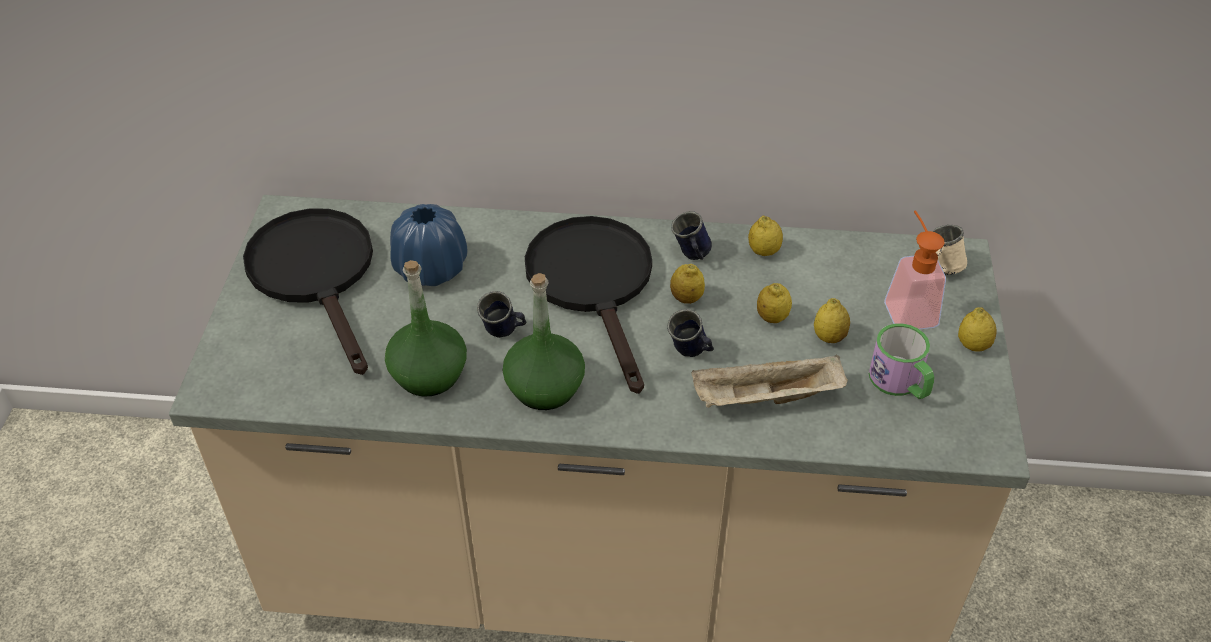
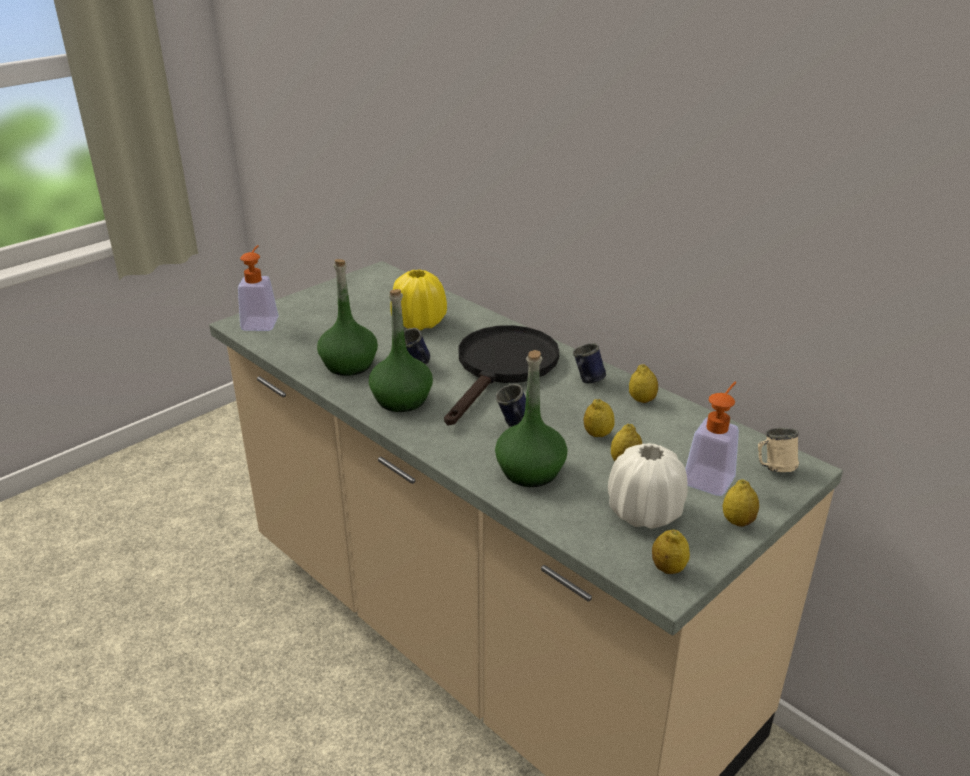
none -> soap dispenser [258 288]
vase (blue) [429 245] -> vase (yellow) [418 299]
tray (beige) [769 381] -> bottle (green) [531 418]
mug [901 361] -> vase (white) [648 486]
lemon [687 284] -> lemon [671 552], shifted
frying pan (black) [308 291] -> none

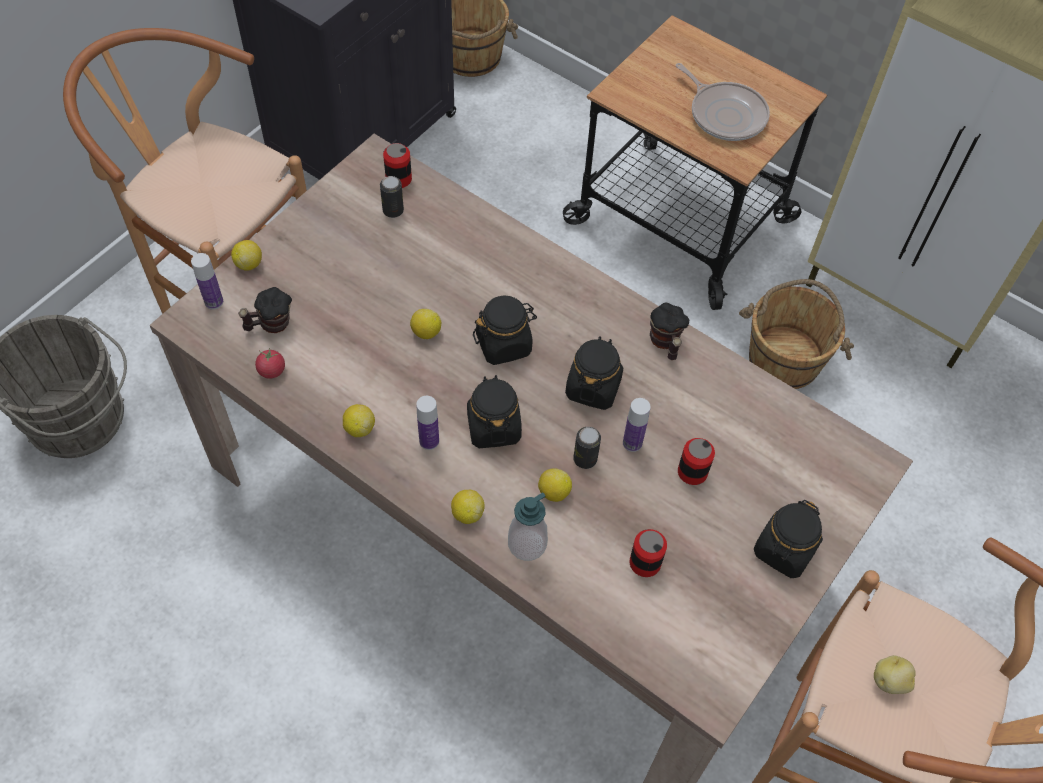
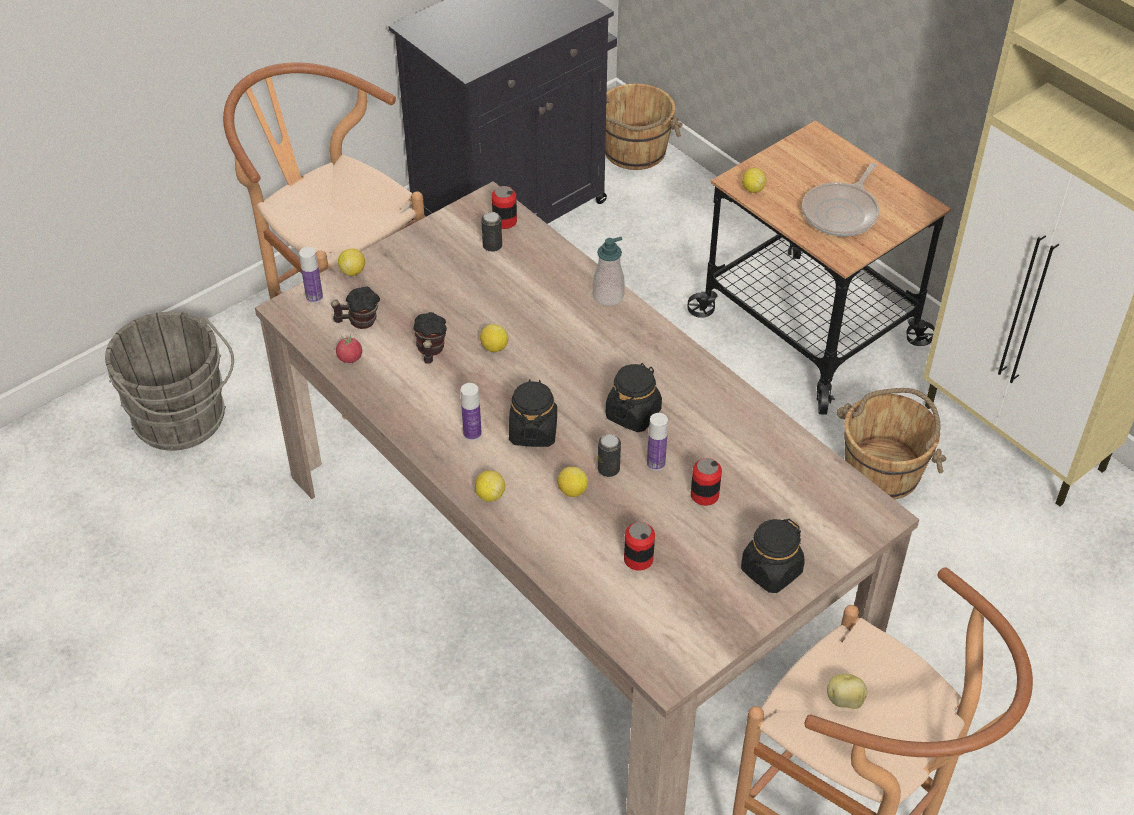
mug [669 331] -> mug [430 337], shifted
soap dispenser [528 526] -> soap dispenser [609 271], shifted
lemon [359 420] -> lemon [754 180], shifted
frying pan [723 102] -> frying pan [840 200], 60 degrees clockwise
jar (black) [505 330] -> none

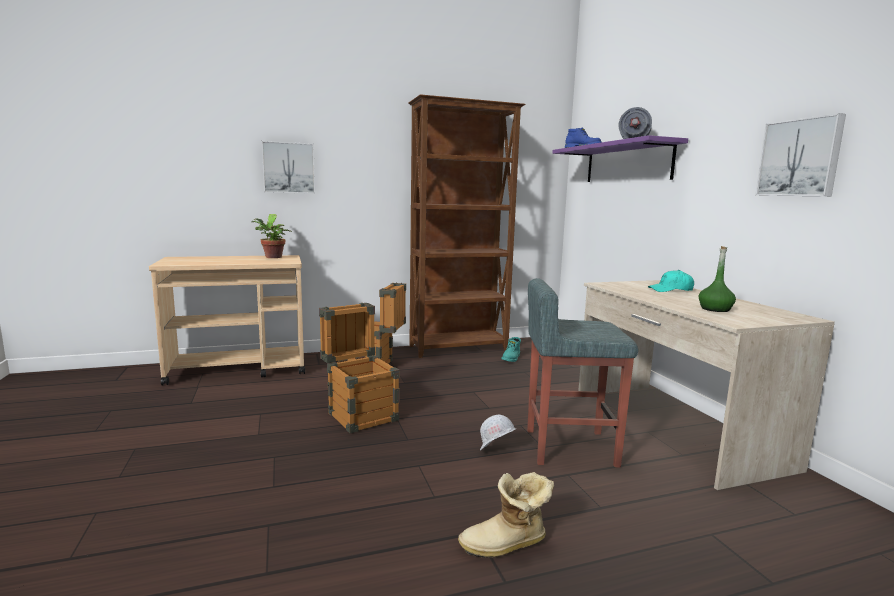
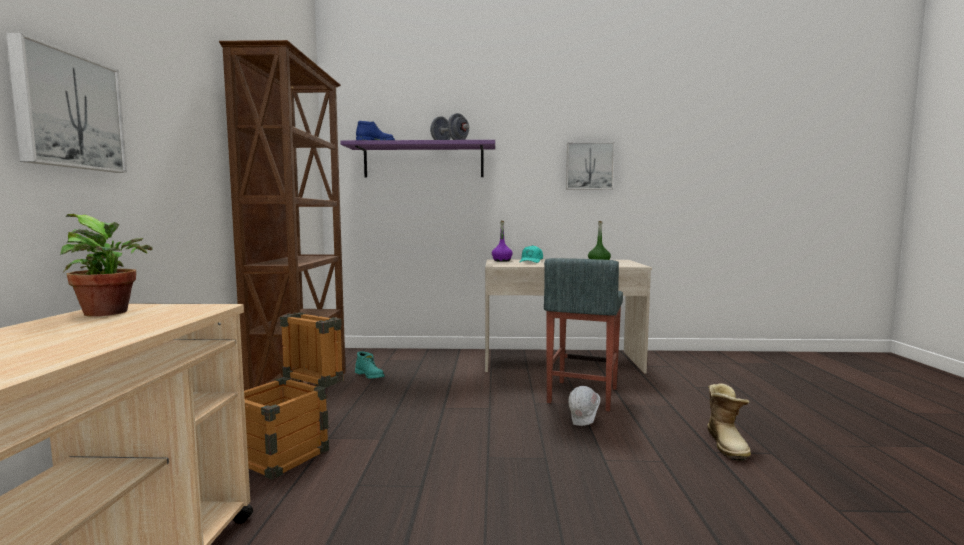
none -> bottle (purple) [502 241]
crate [359 368] -> none

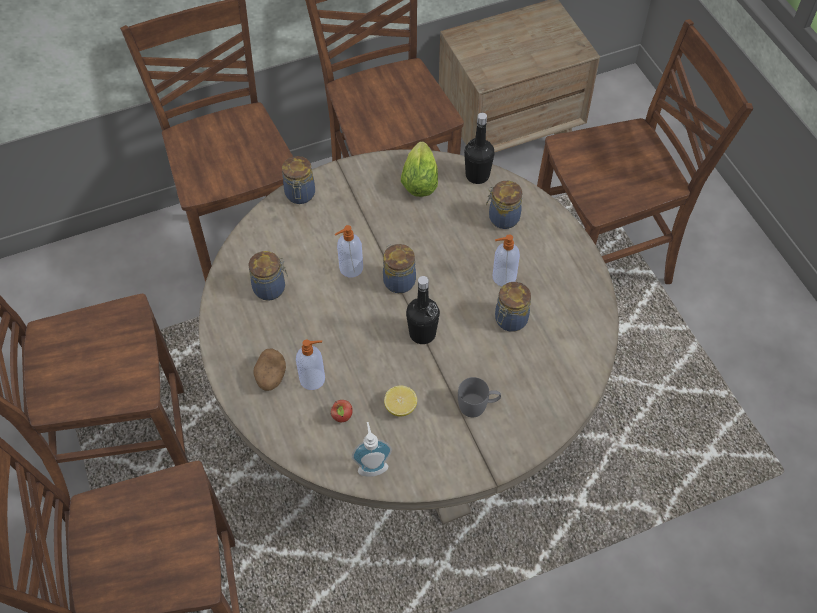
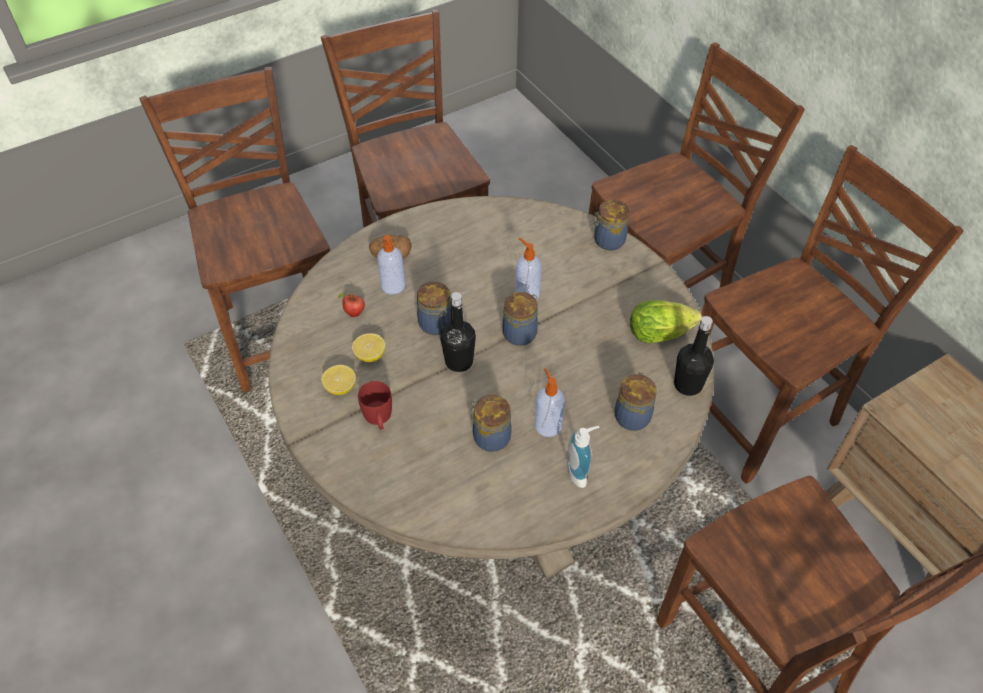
none -> lemon [338 380]
mug (grey) [479 397] -> mug (red) [375 405]
jar [268 276] -> jar [434 308], shifted
soap dispenser [372 449] -> soap dispenser [583 457], shifted

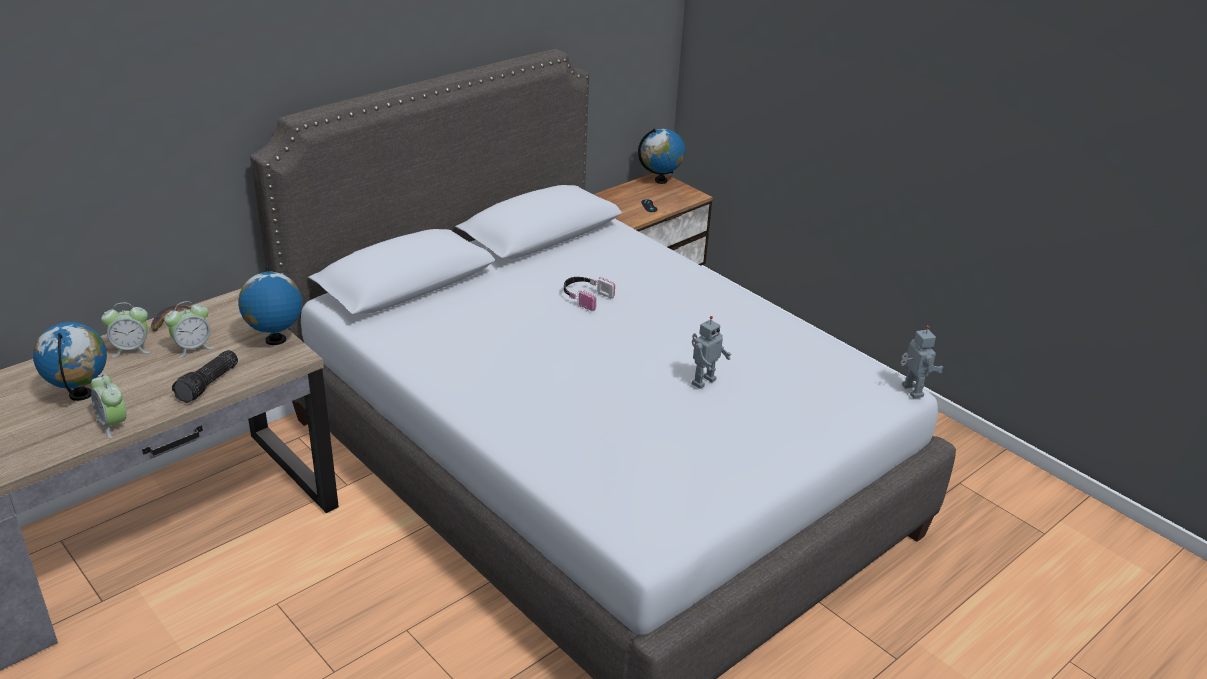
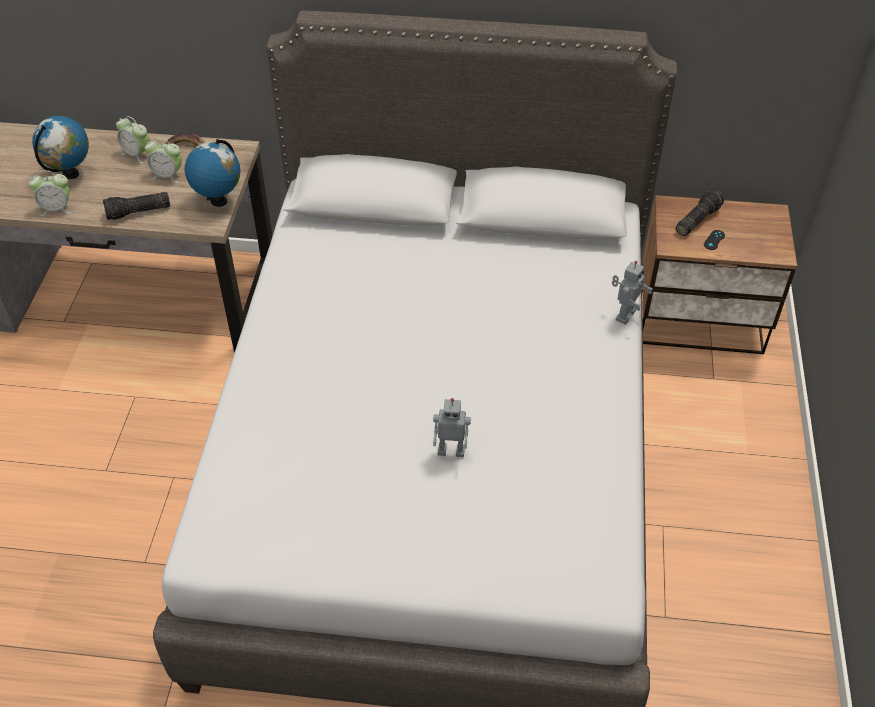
alarm clock [108 406] -> alarm clock [50 193], 105 degrees counterclockwise
toy robot [922 362] -> toy robot [632 293], shifted
none -> flashlight [700 212]
headphones [589 294] -> none
globe [661 156] -> none

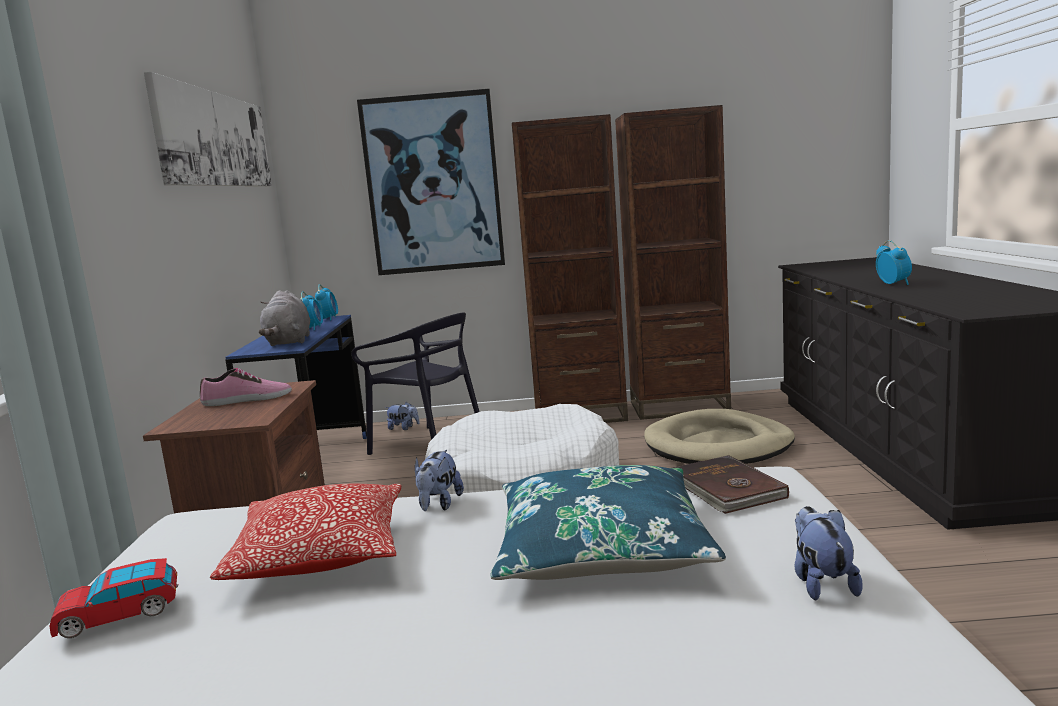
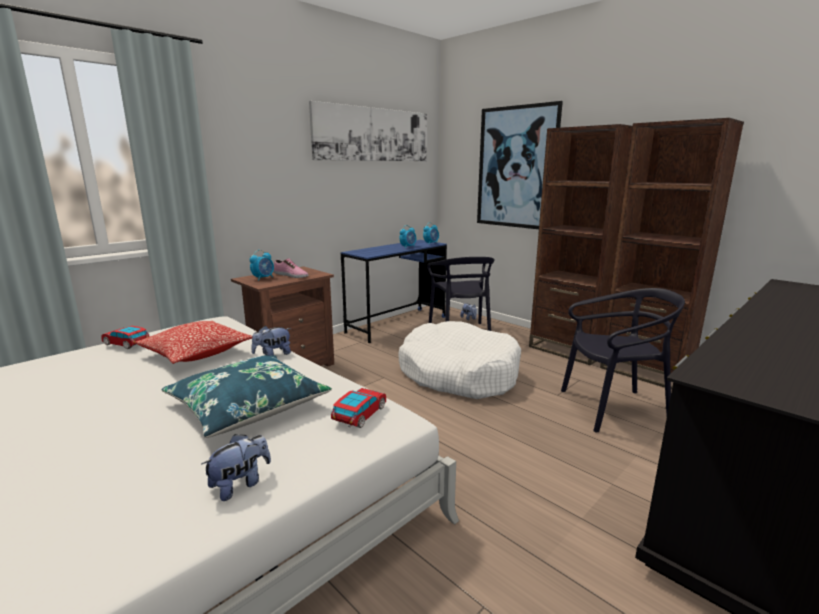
alarm clock [894 262] -> alarm clock [262 265], shifted
book (brown) [731 484] -> toy car [358 408]
dog bed (beige) [719 436] -> chair (black) [623 360]
plush toy (grey) [284 318] -> none

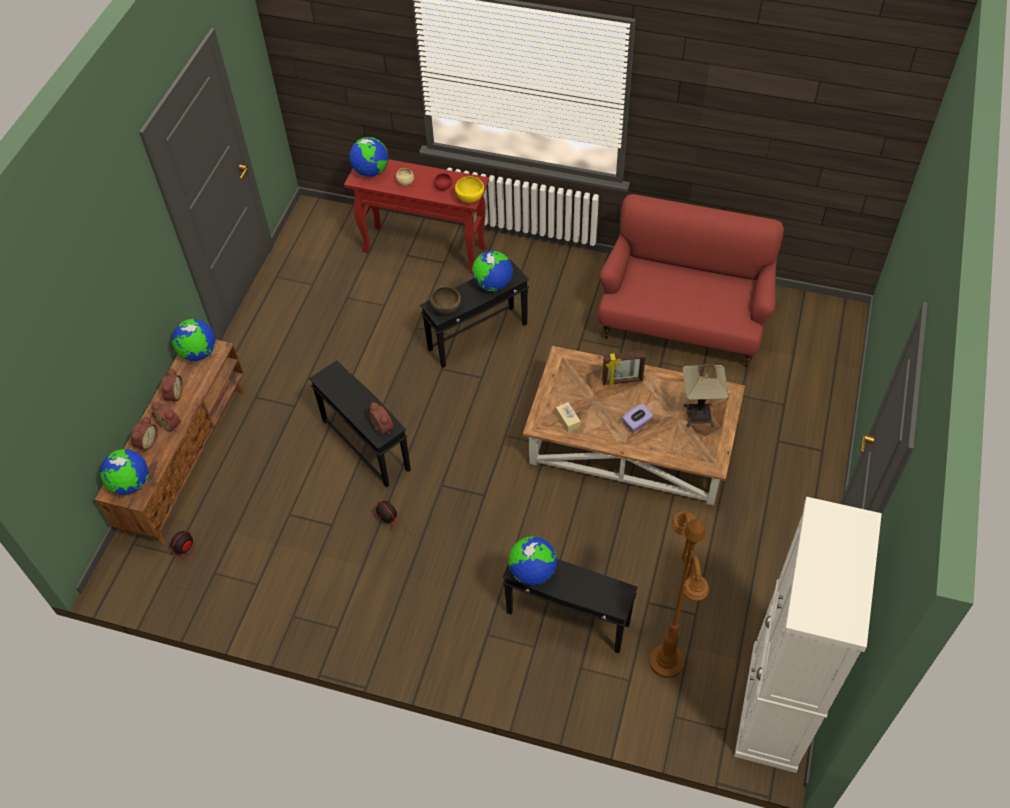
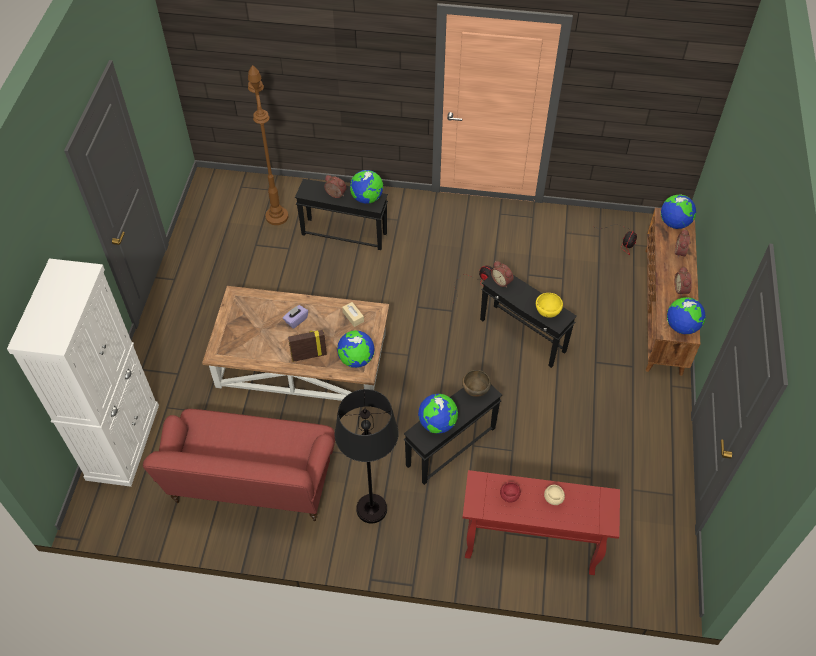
cabinet (white) [808 635] -> cabinet (white) [83 372], shifted
alarm clock [166 417] -> alarm clock [335 186], shifted
none -> floor lamp (black) [367 456]
globe [368 157] -> globe [356 349], shifted
bowl (yellow) [469 189] -> bowl (yellow) [549 305], shifted
table lamp [705 396] -> none

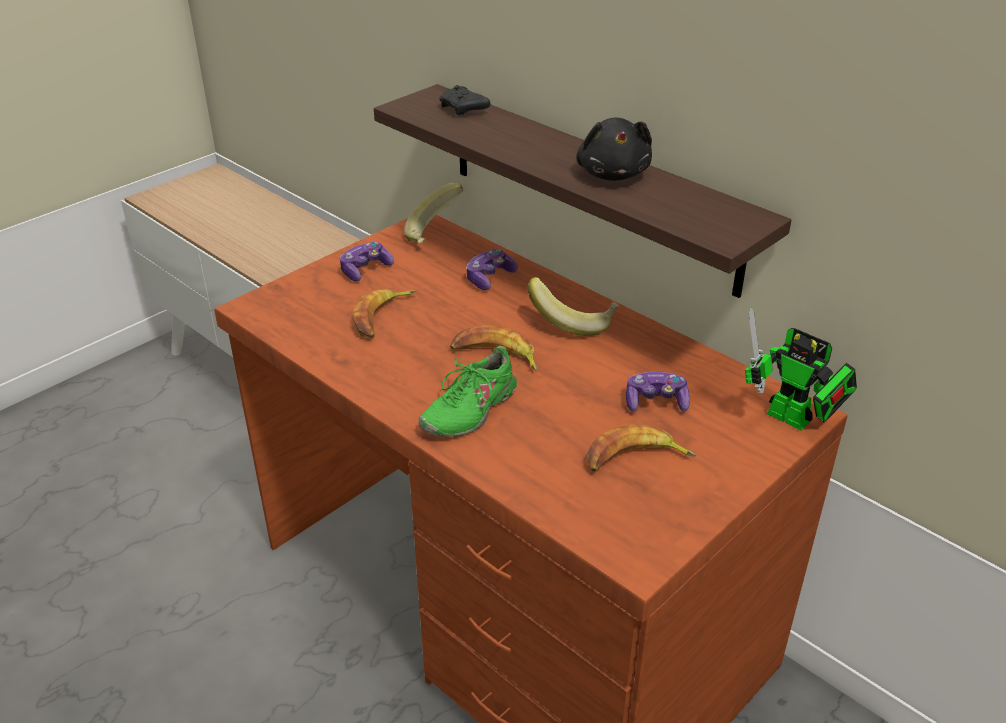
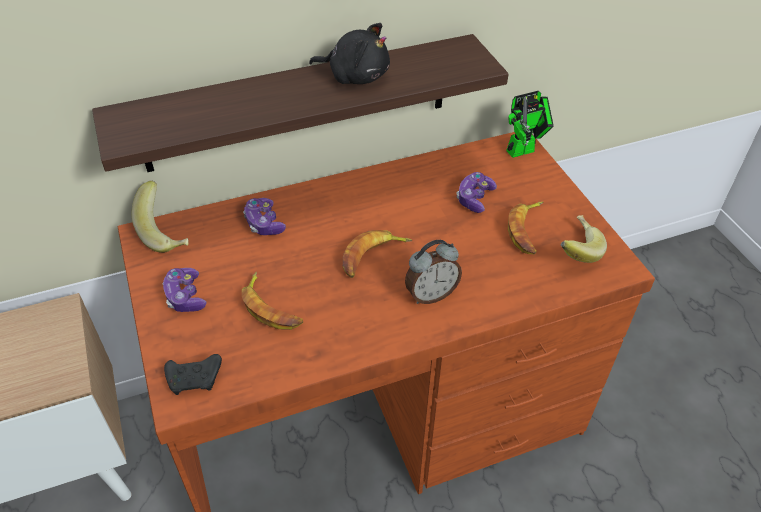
game controller (black) [465 100] -> game controller (black) [193 374], shifted
shoe (green) [469 391] -> alarm clock [433 272]
banana [574 306] -> banana [584 239], shifted

